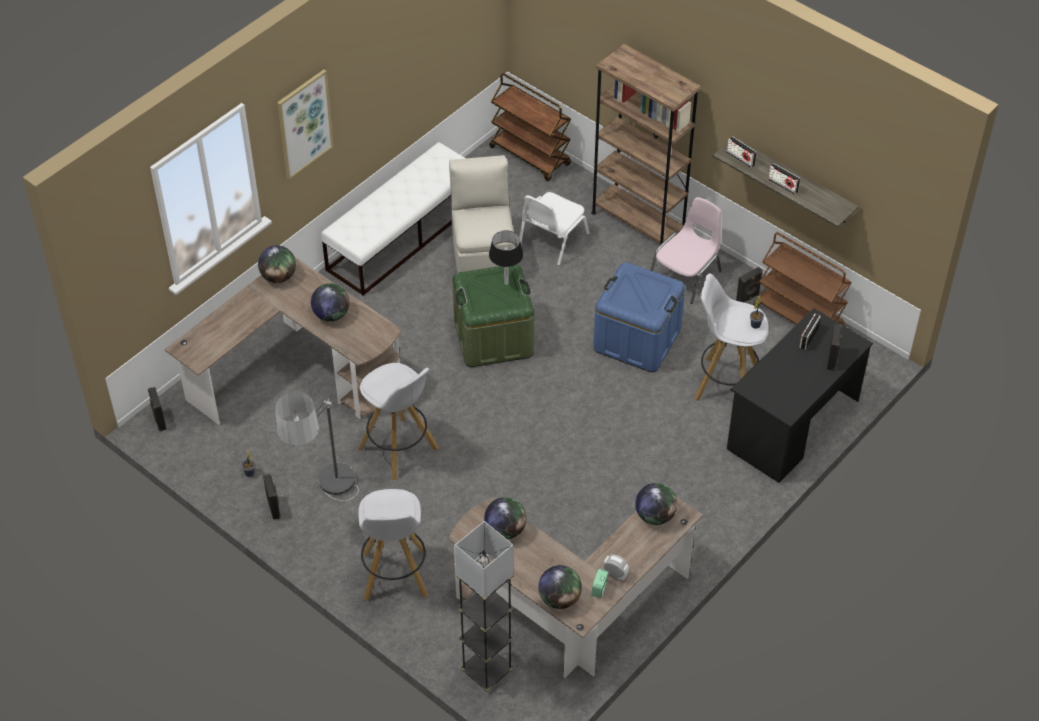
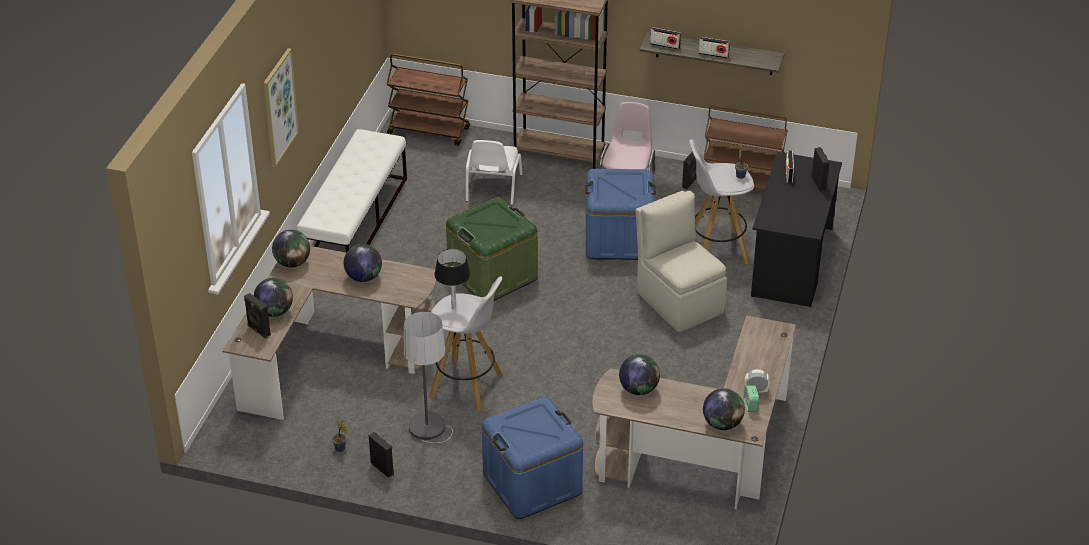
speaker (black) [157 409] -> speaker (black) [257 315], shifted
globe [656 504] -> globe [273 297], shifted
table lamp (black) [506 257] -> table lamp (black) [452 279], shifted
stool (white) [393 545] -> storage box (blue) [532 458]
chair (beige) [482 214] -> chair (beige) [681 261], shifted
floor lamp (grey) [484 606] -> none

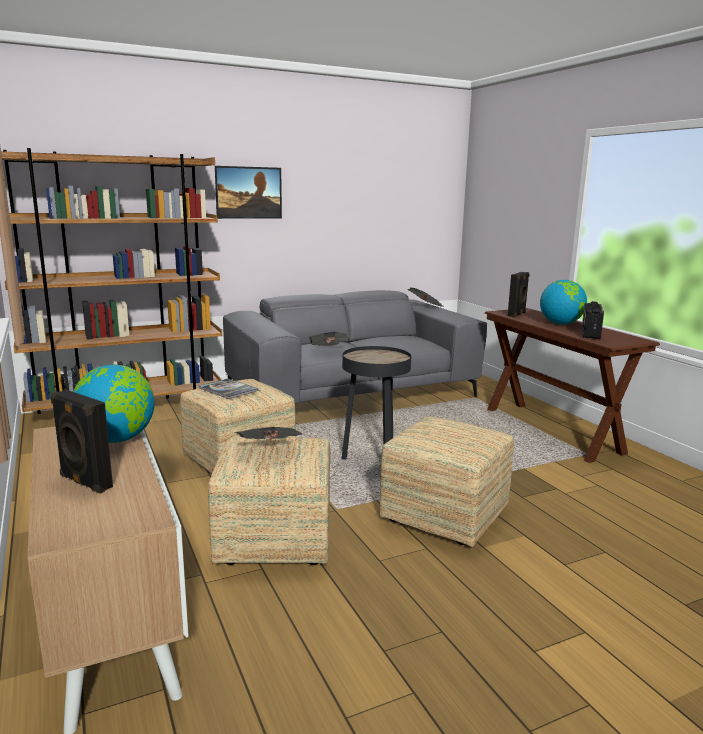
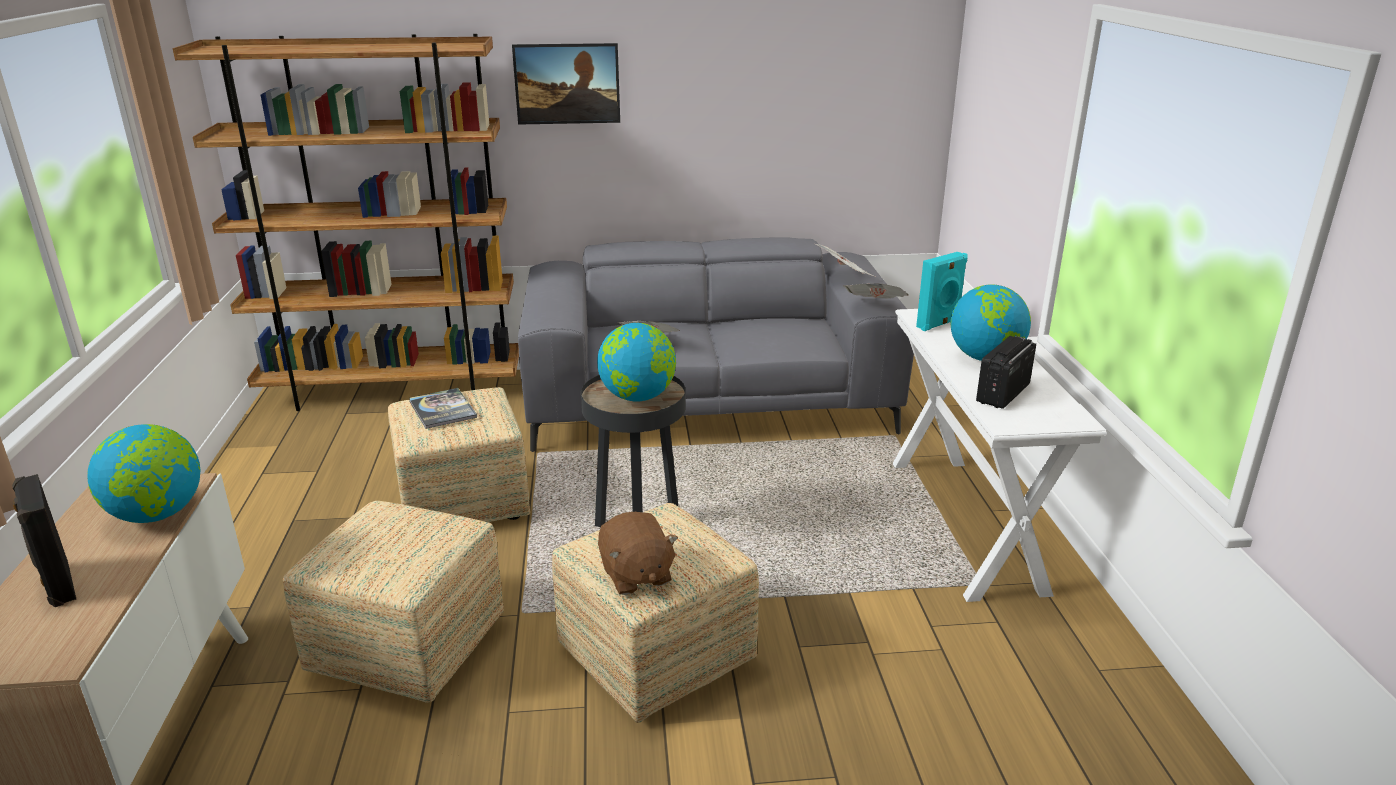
none -> globe [636 362]
none -> plush toy (brown) [638 553]
newspaper [268 433] -> newspaper [876 290], shifted
console table (brown) [572 385] -> console table (white) [999 455]
speaker (black) [518 294] -> speaker (turquoise) [942 291]

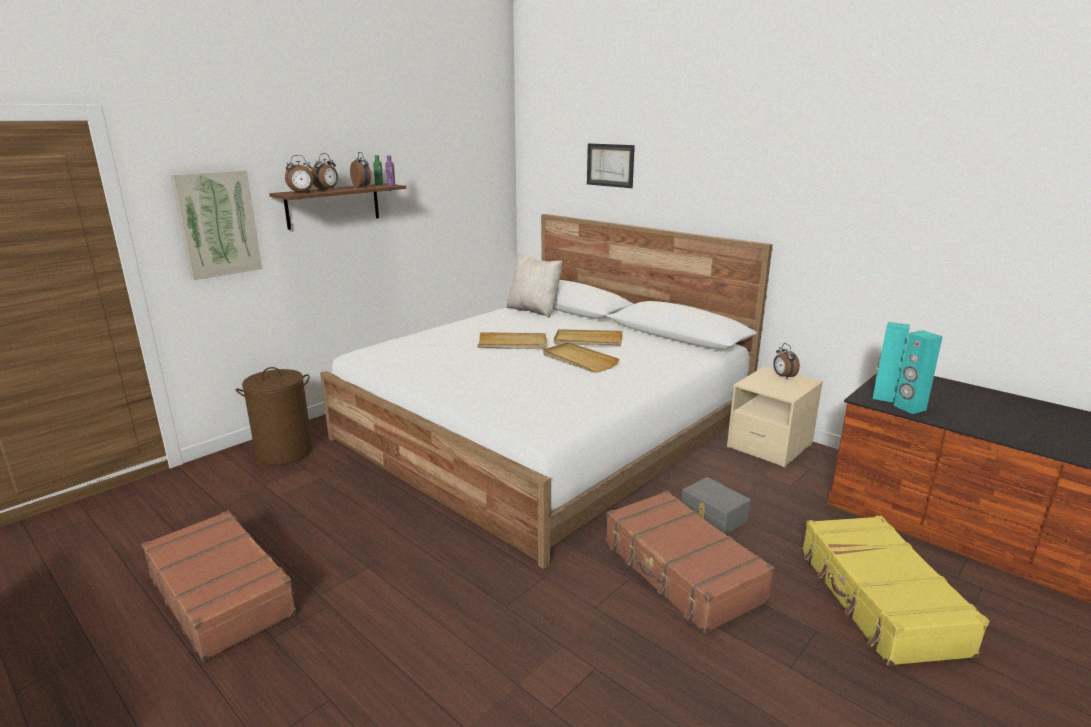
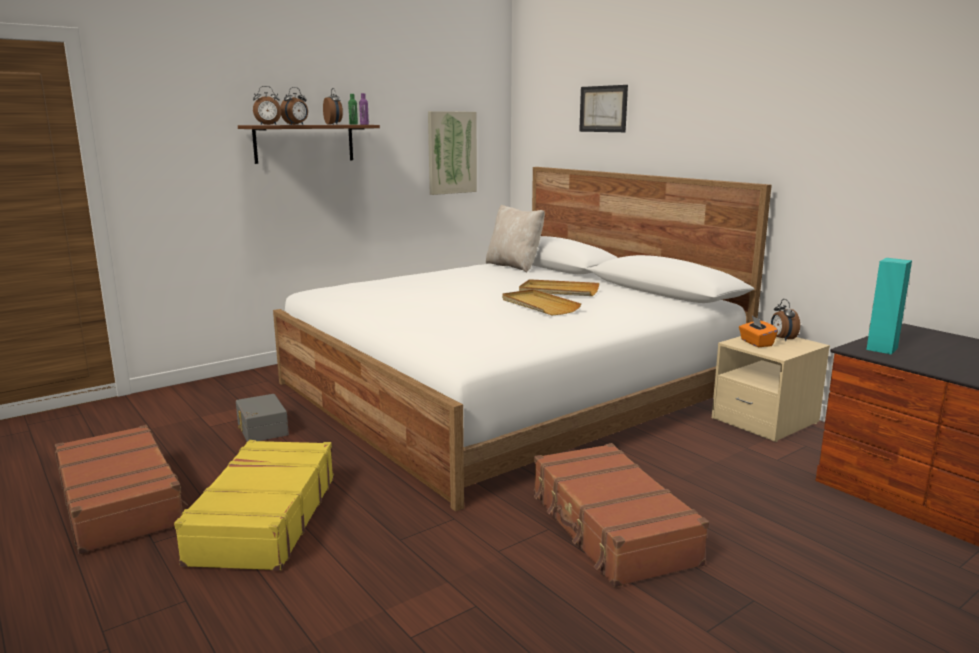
suitcase (yellow) [895 591] -> suitcase (yellow) [254 505], shifted
storage box (grey) [716 506] -> storage box (grey) [262 417], shifted
picture [216 225] -> picture [452 153], shifted
none -> tissue box (orange) [758 331]
laundry basket (brown) [274 416] -> none
tray (beige) [512 340] -> none
speaker (turquoise) [918 372] -> none

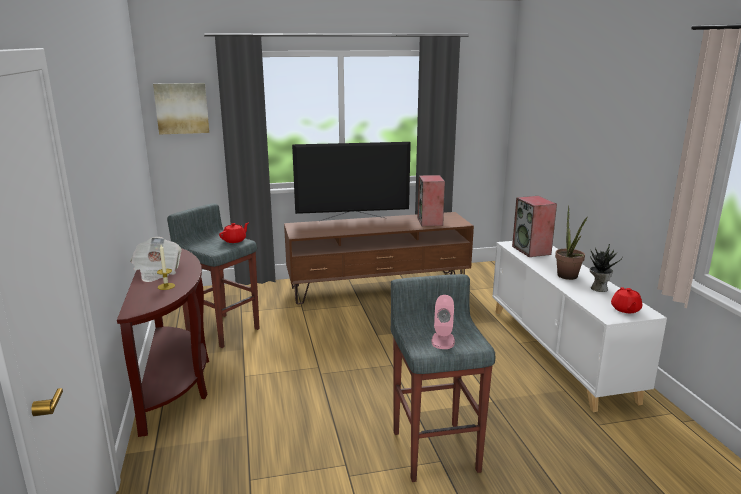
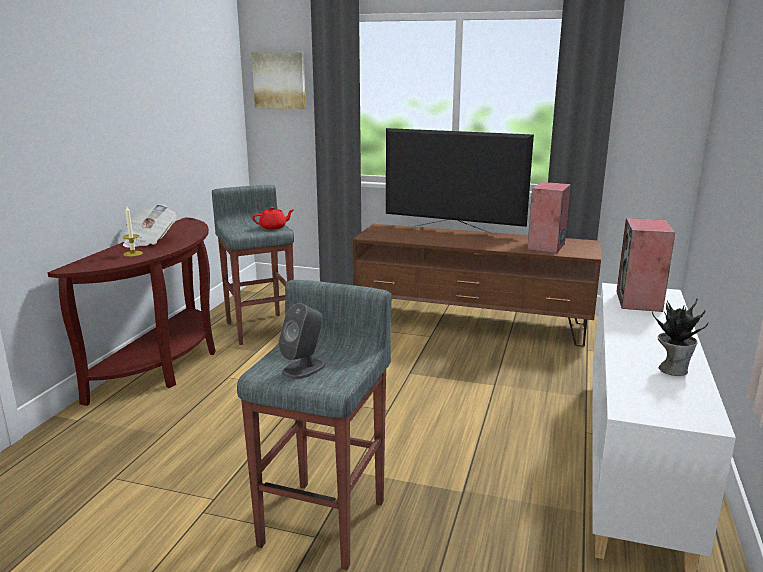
speaker (pink) [443 322] -> speaker (grey) [301 341]
potted plant [571 242] -> none
teapot (red) [626 300] -> none

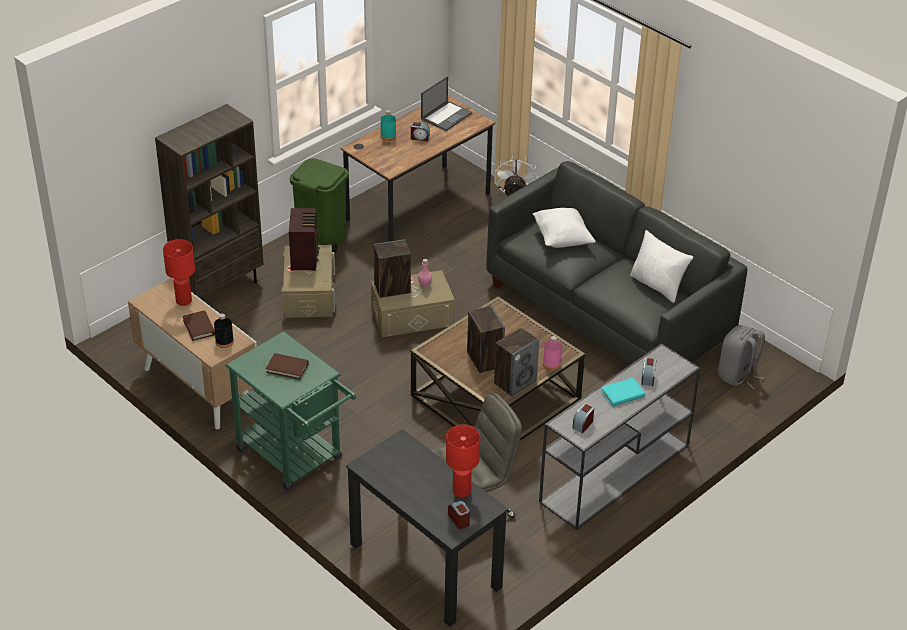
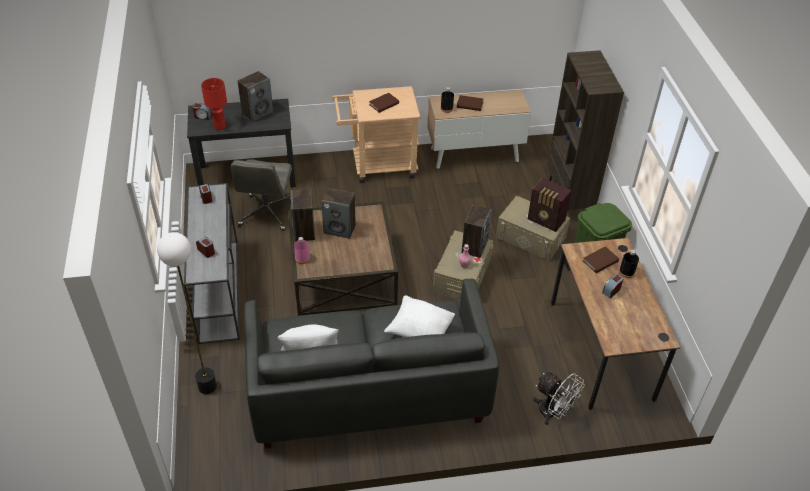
none -> floor lamp [187 313]
none -> speaker [255 96]
cart (green) [291 411] -> cart (beige) [376 134]
none -> book (brown) [601 259]
bottle (turquoise) [388 125] -> bottle (black) [629 264]
table lamp (red) [179 272] -> none
laptop [446 103] -> none
book (turquoise) [623 392] -> none
backpack (grey) [741 357] -> none

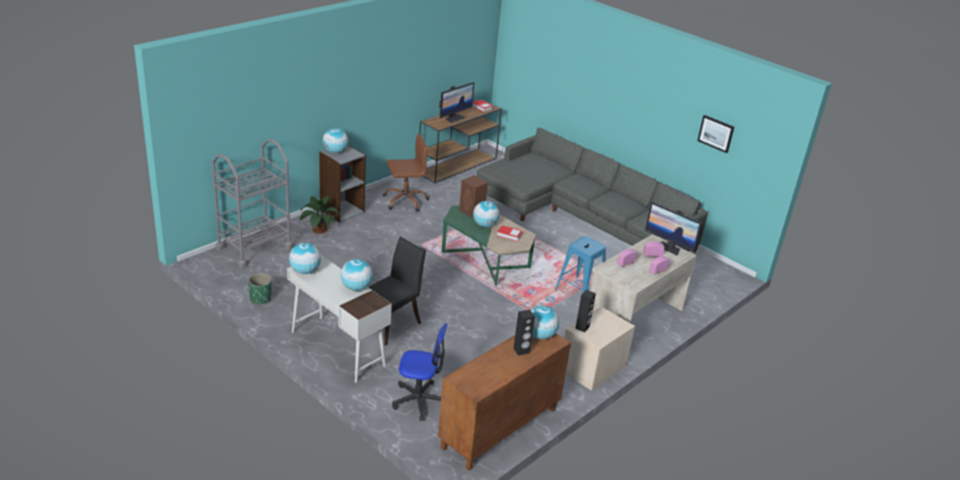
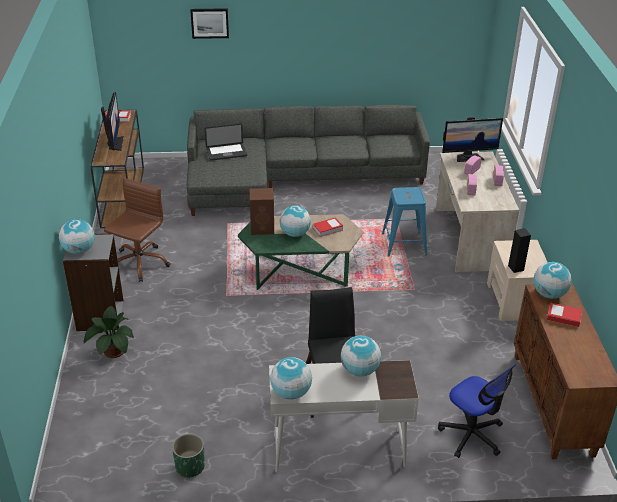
picture [715 134] -> picture [209 23], shifted
none -> laptop [226 142]
office chair [419 372] -> office chair [477 411], 90 degrees clockwise
speaker (black) [524 332] -> book [564 315]
cart (grey) [252 203] -> none

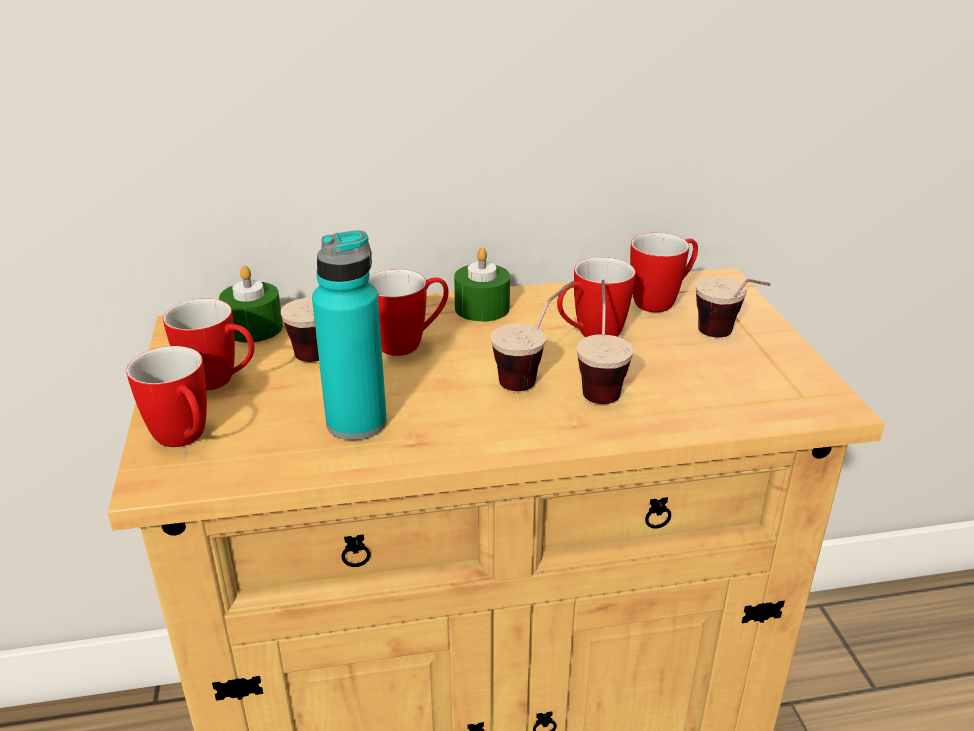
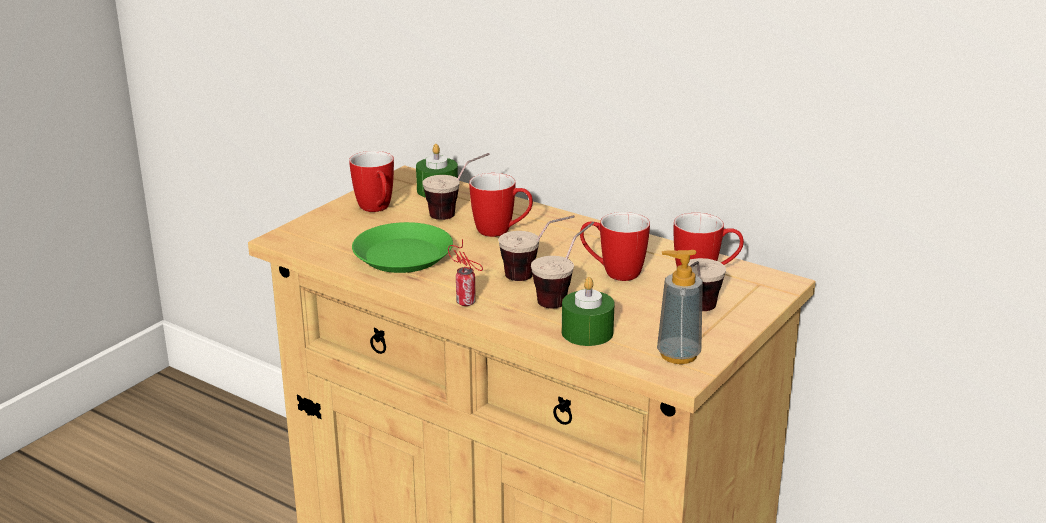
bottle (turquoise) [349 335] -> plate (green) [402 247]
none -> can [465 272]
candle (green) [482 284] -> candle (green) [588 311], shifted
none -> soap dispenser [680 307]
mug [166 396] -> none

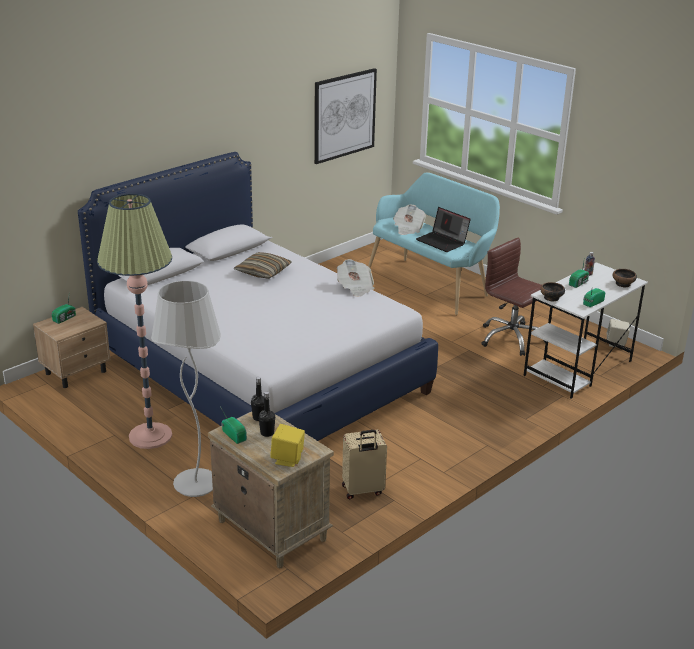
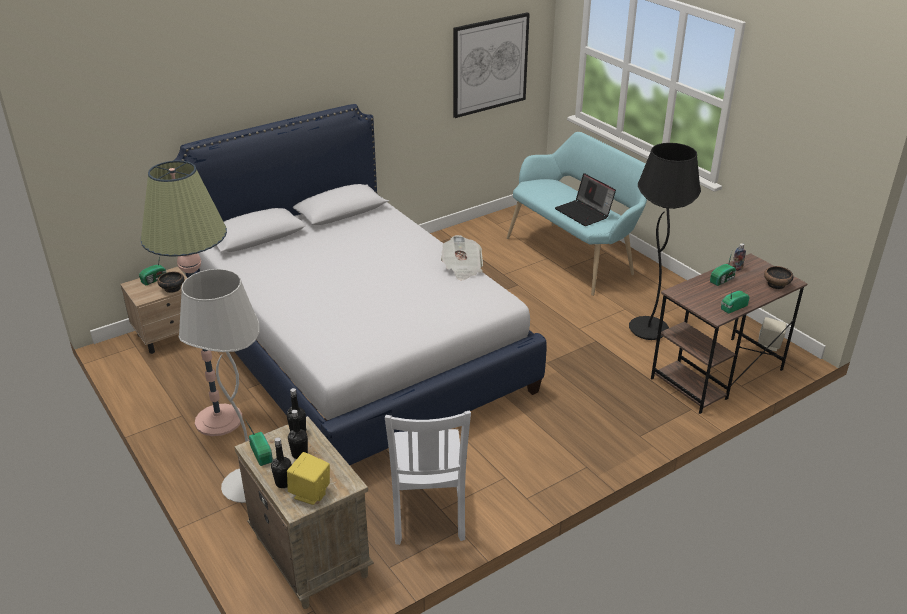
bowl [552 291] -> bowl [170 282], shifted
none -> bottle (black) [281 462]
suitcase (beige) [364 464] -> chair (white) [428 478]
office chair (brown) [513 297] -> floor lamp (black) [665 241]
desk (white) [585 330] -> desk (brown) [729 333]
pillow [263 265] -> none
newspaper [409 219] -> none

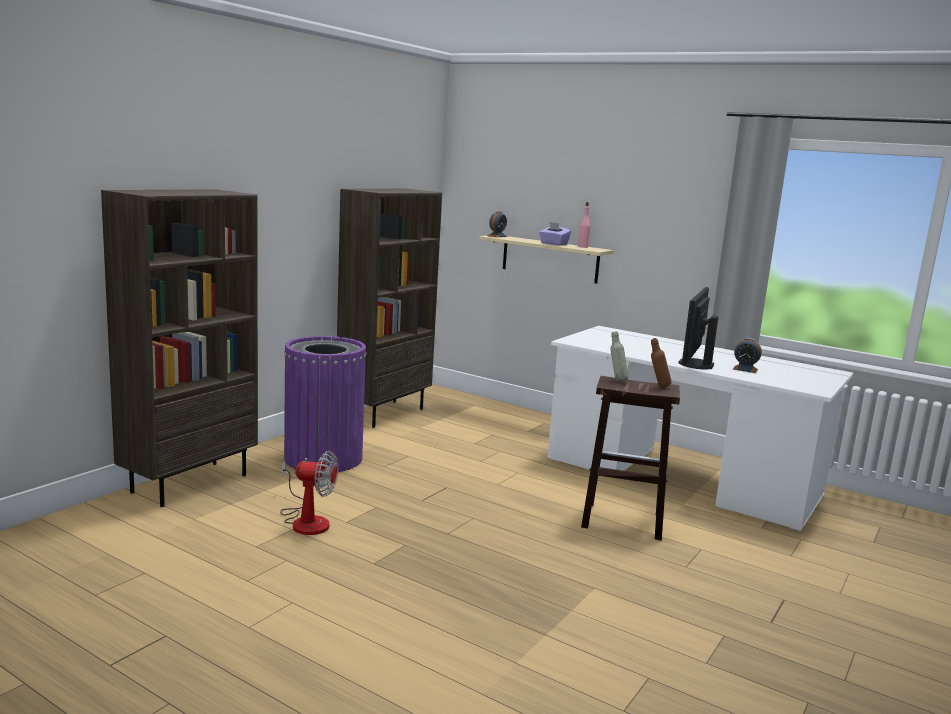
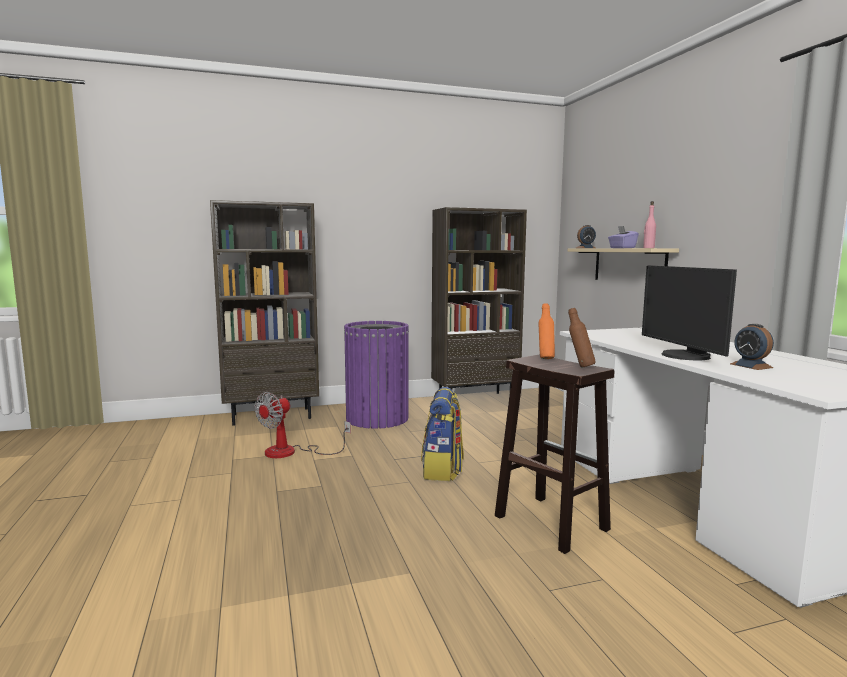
fan [309 493] -> fan [302 425], 75 degrees clockwise
none -> backpack [442 434]
bottle (grey) [619 356] -> bottle (orange) [547 331]
monitor [698 328] -> monitor [689 312], 75 degrees counterclockwise

